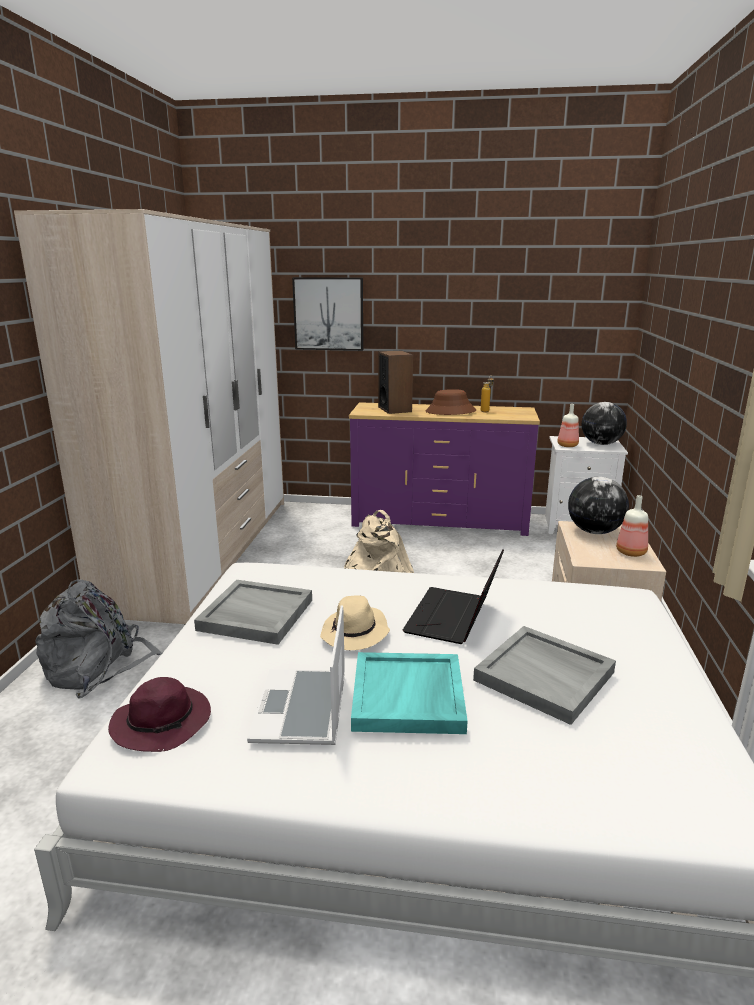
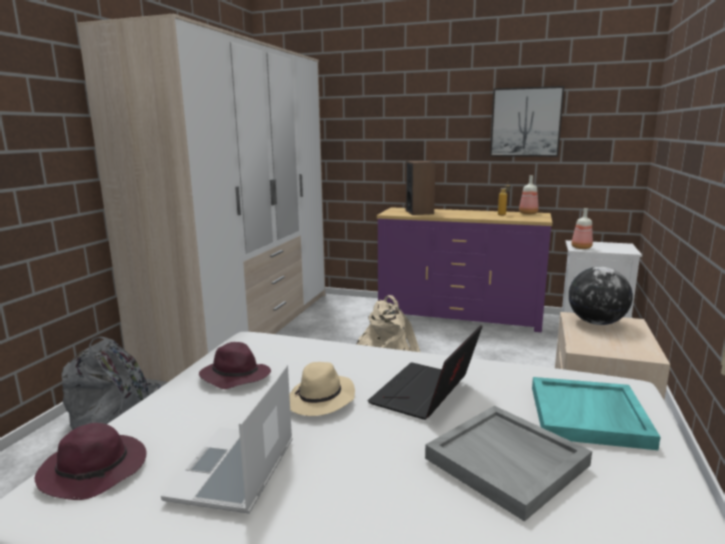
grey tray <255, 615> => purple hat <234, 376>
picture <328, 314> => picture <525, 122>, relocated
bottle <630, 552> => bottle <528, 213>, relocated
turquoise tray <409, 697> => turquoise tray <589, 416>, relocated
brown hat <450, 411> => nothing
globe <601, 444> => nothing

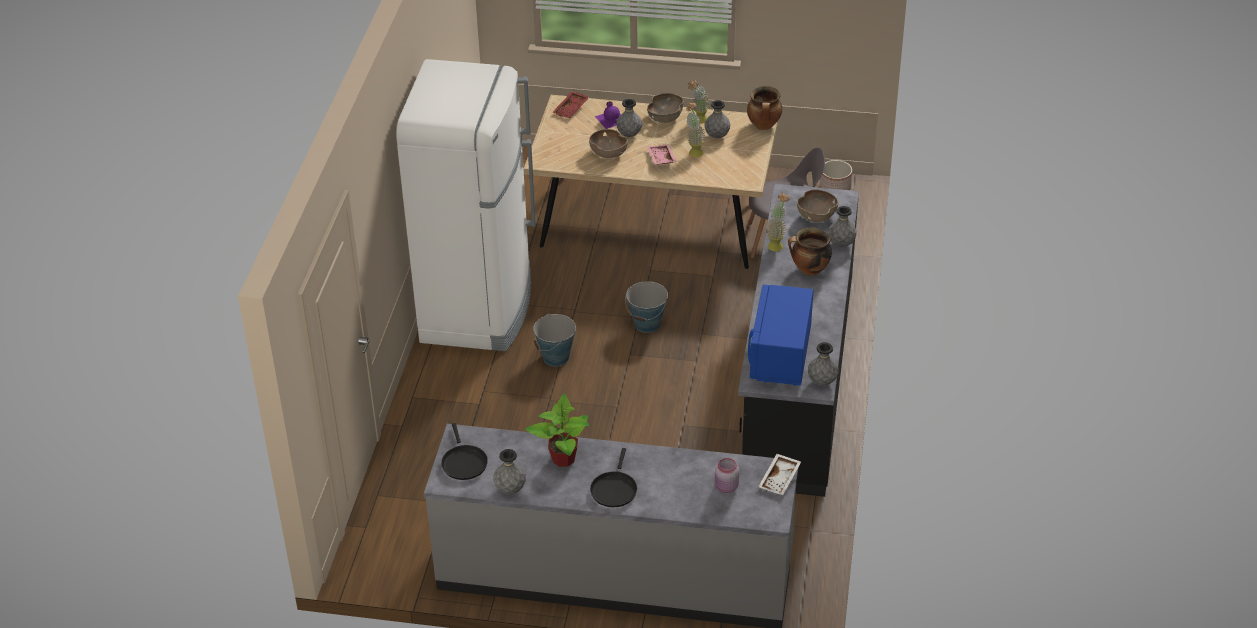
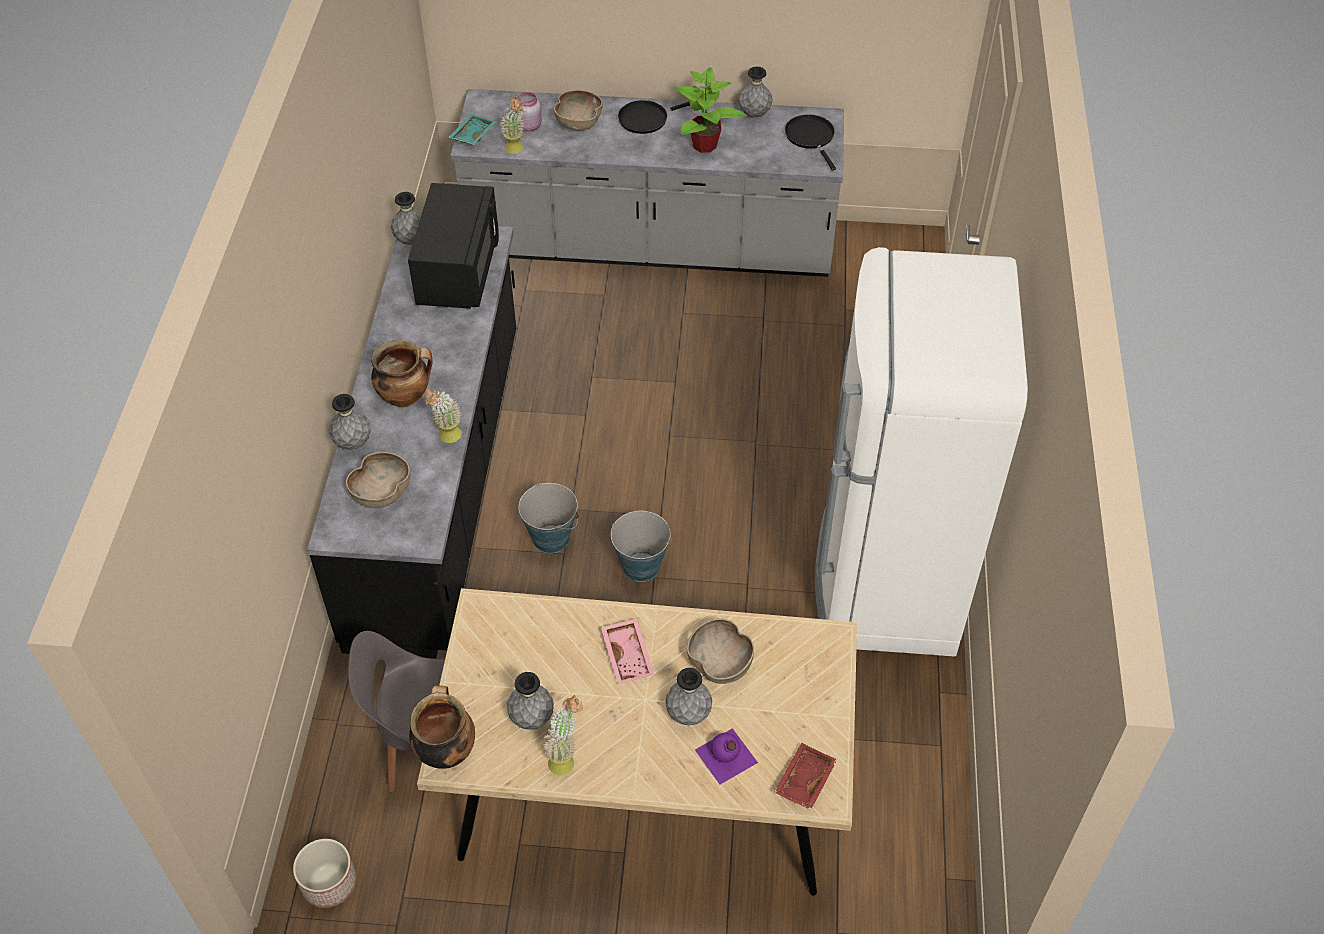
blue microwave <780, 355> => black microwave <458, 271>
white tray <780, 479> => turquoise tray <472, 135>
potted plant <694, 151> => potted plant <516, 150>, relocated
bucket <556, 357> => bucket <551, 538>, relocated
brown bowl <665, 118> => brown bowl <578, 123>, relocated
black frying pan <614, 489> => black frying pan <646, 119>, 120 degrees counterclockwise

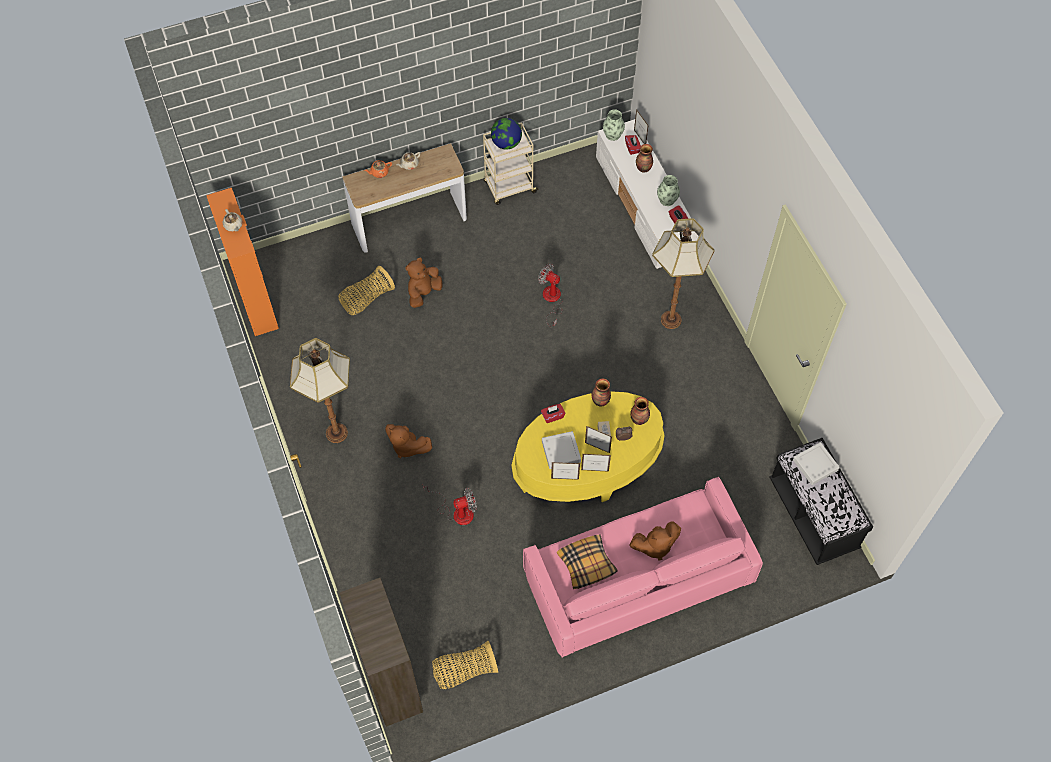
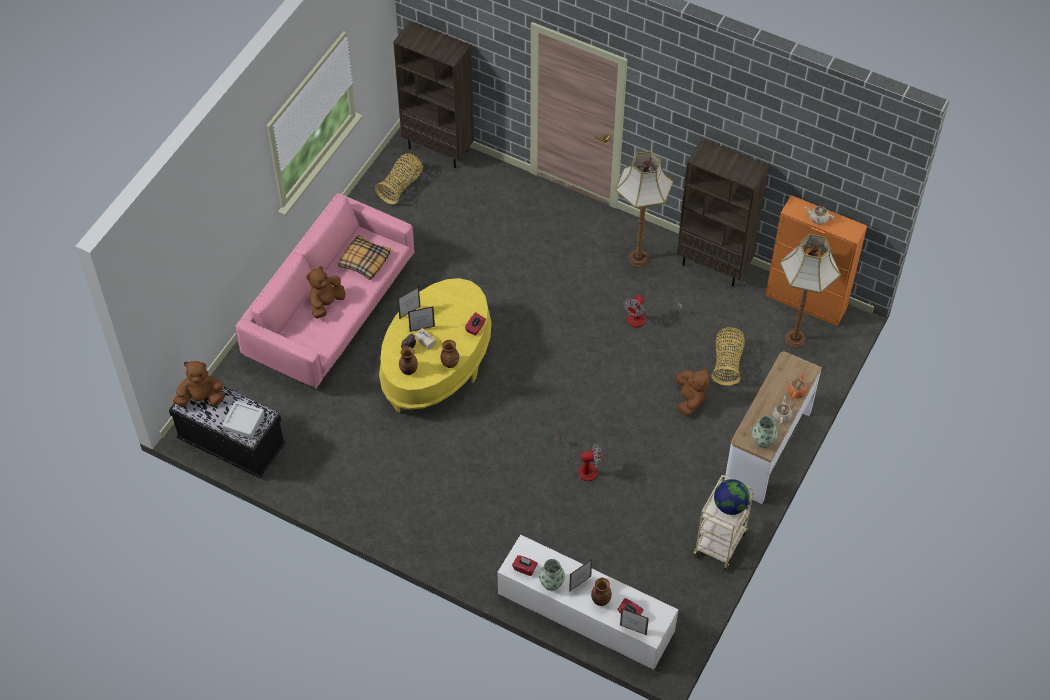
brown plush toy <407, 446> => brown plush toy <201, 398>, relocated
picture frame <565, 479> => picture frame <580, 584>, relocated
fan <457, 511> => fan <643, 319>, relocated
nothing => brown bookcase <714, 265>
vase <613, 134> => vase <763, 441>, relocated
floor lamp <671, 319> => floor lamp <795, 339>, relocated
grey tray <561, 451> => nothing

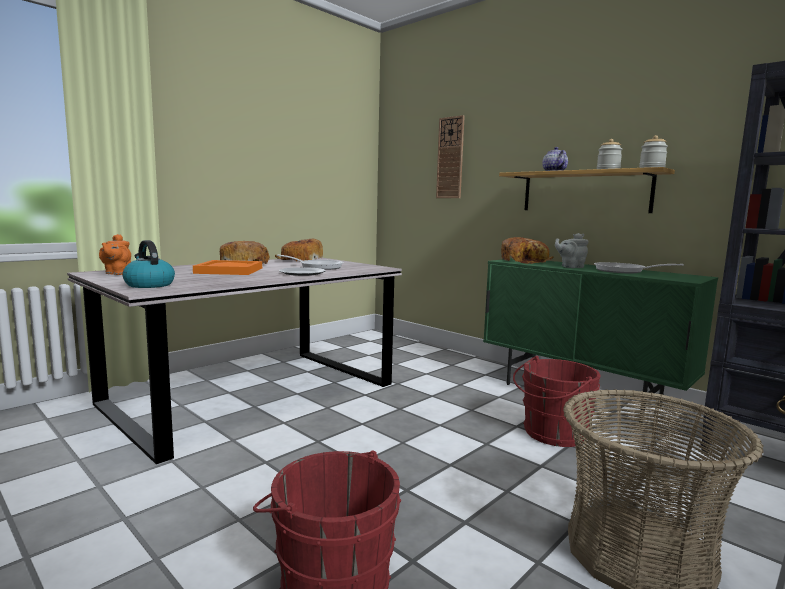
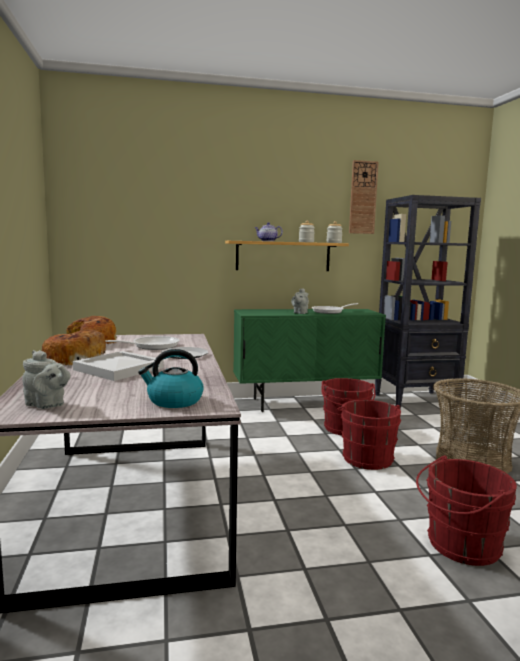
orange teapot <117, 273> => grey teapot <47, 405>
orange tray <230, 271> => white tray <120, 369>
nothing => red bucket <366, 457>
wall clock <450, 158> => wall clock <363, 197>, relocated
bread <525, 261> => nothing

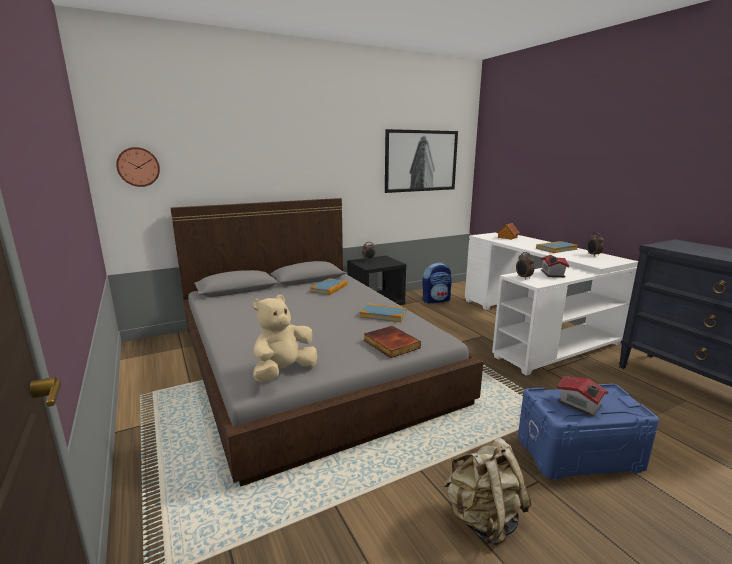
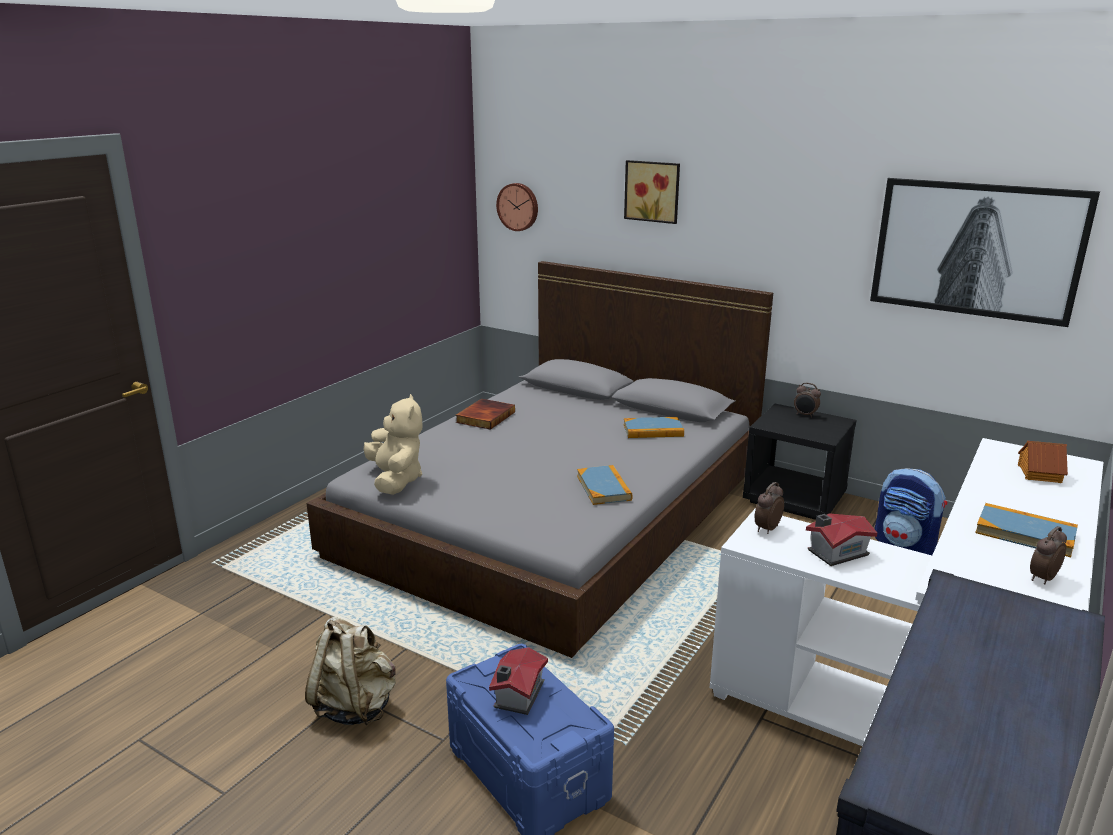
beige plush toy <284, 372> => beige plush toy <396, 480>, 60 degrees clockwise
book <390, 344> => book <485, 417>, relocated
nothing => picture <653, 191>

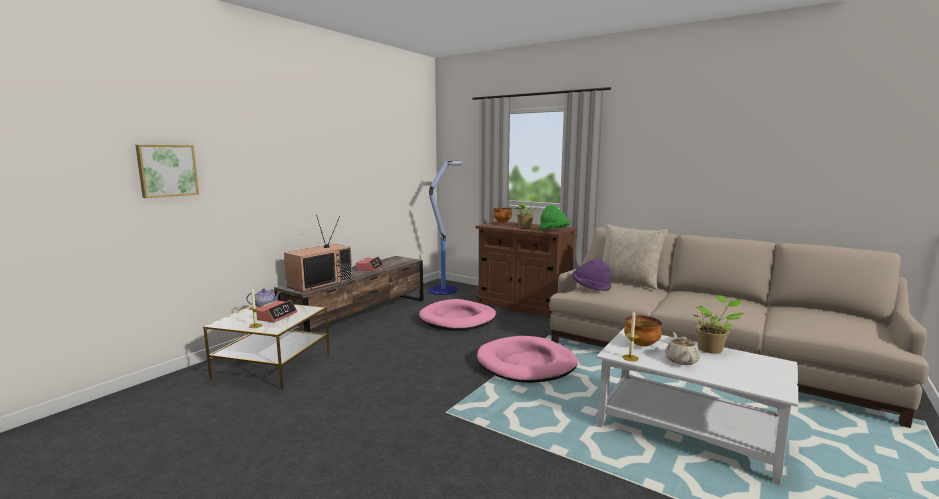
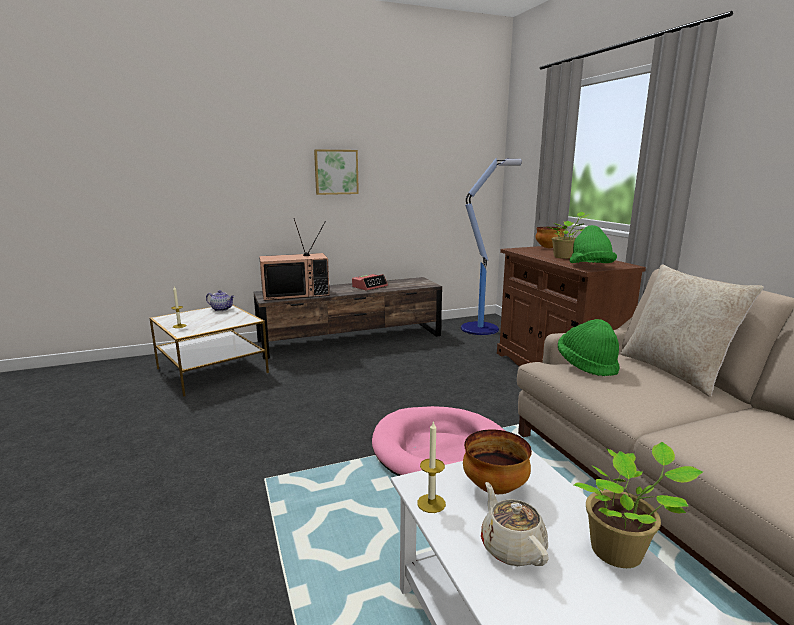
picture <167, 170> => picture <336, 172>, relocated
beige teapot <681, 360> => beige teapot <512, 547>, 60 degrees counterclockwise
purple hat <590, 287> => green hat <587, 365>
alarm clock <275, 316> => nothing
pink dog bed <458, 319> => nothing

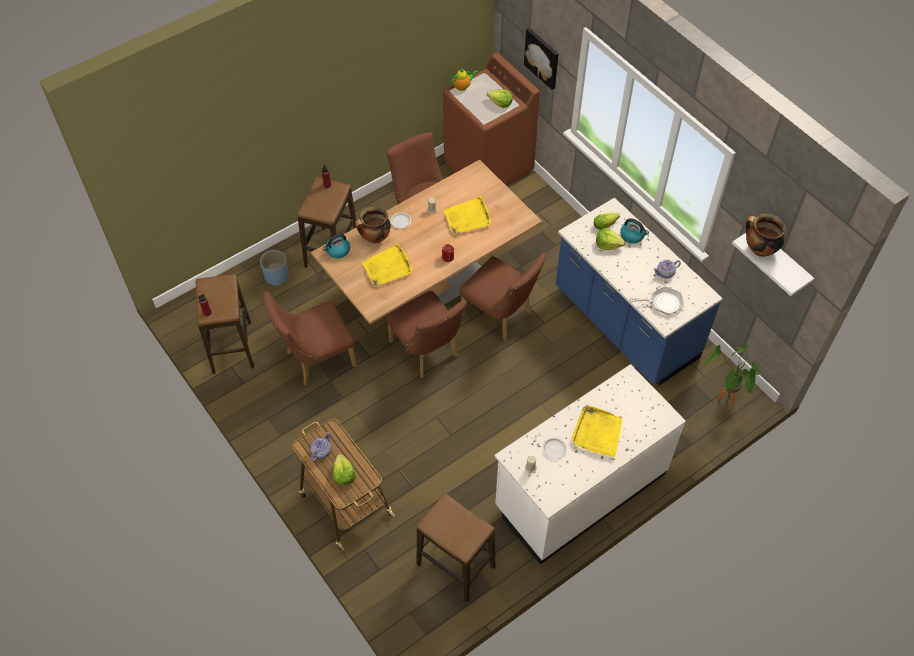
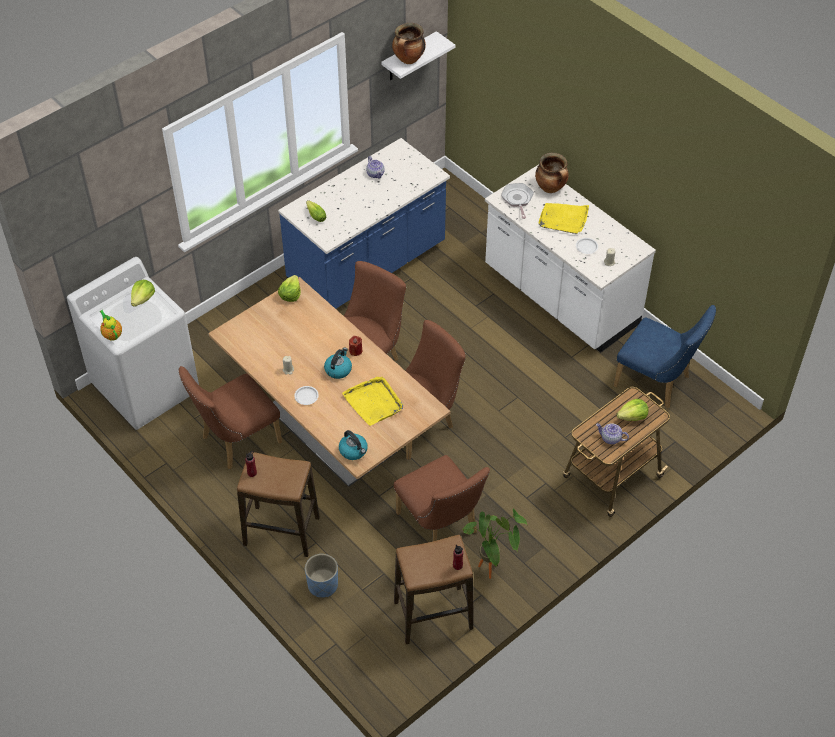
brown washing machine <488, 167> => white washing machine <146, 387>
lettuce <608, 244> => lettuce <290, 294>, relocated
kettle <632, 236> => kettle <338, 369>, relocated
potted plant <724, 401> => potted plant <492, 572>, relocated
frying pan <663, 303> => frying pan <517, 199>, relocated
cooking pot <374, 238> => cooking pot <551, 188>, relocated
stool <455, 566> => blue chair <657, 383>
yellow tray <468, 217> => nothing
picture <542, 58> => nothing

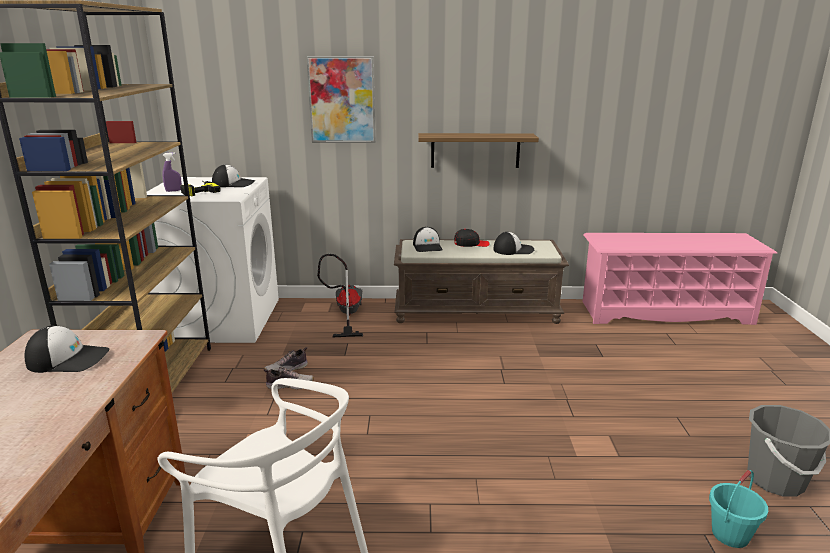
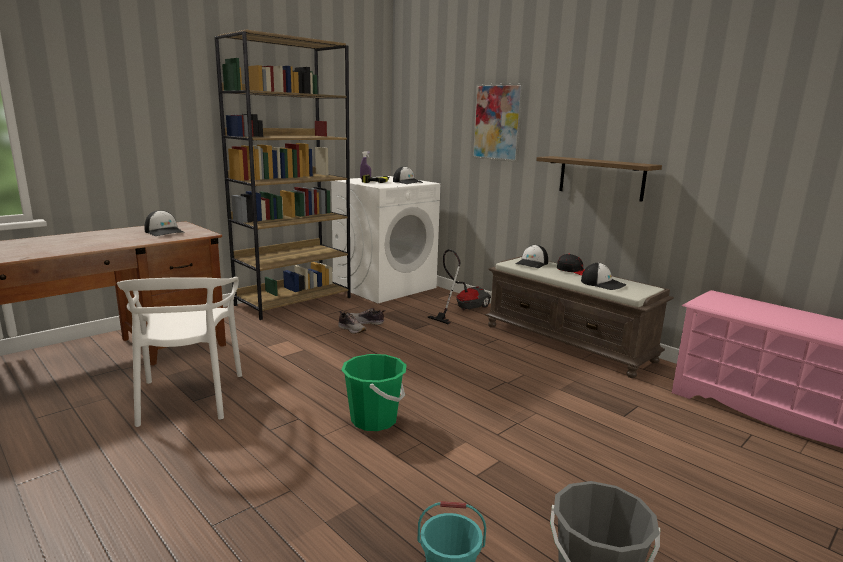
nothing => green bucket <374, 420>

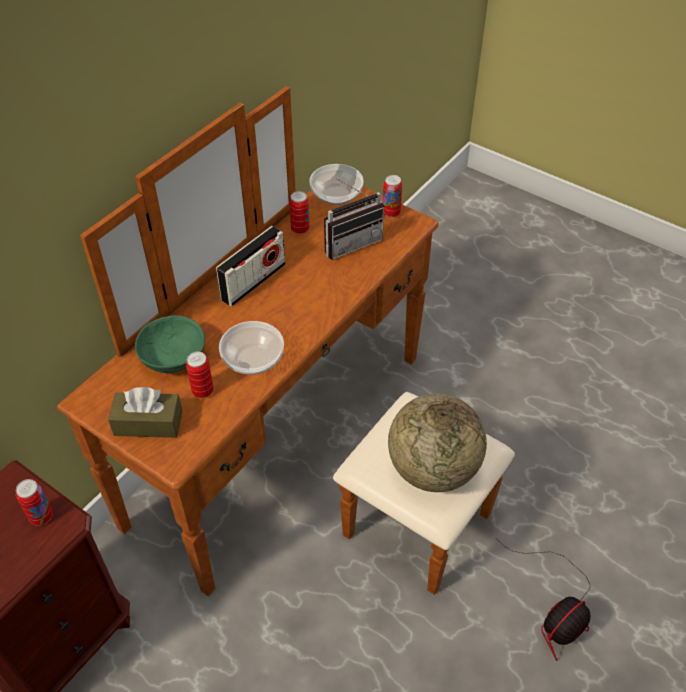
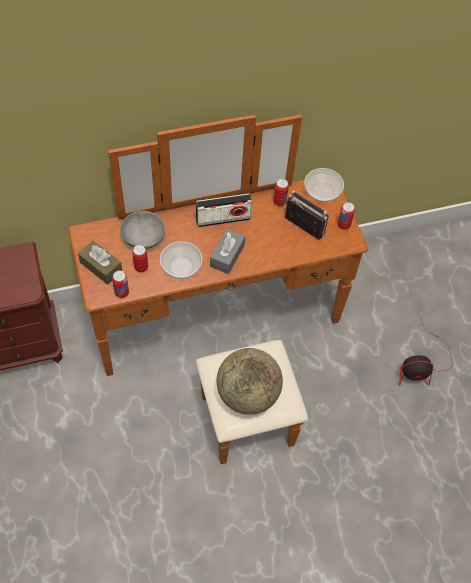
can <41, 516> => can <122, 293>, relocated
green bowl <172, 357> => grey bowl <143, 237>
nothing => grey tissue box <227, 255>
radio <350, 242> => radio <300, 229>, 150 degrees counterclockwise
fan <557, 610> => fan <421, 366>, relocated

